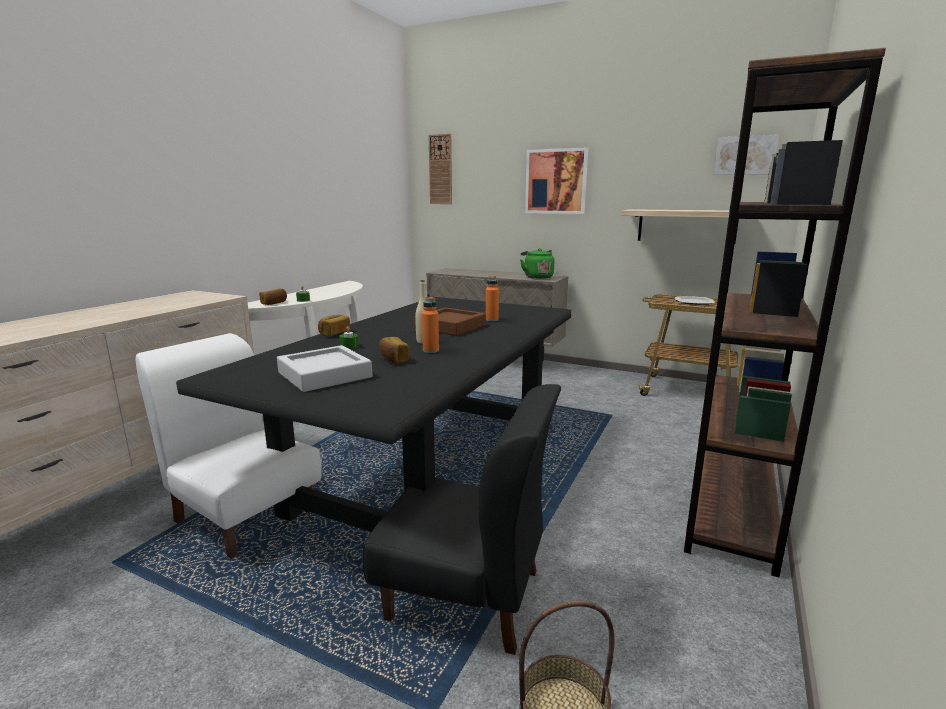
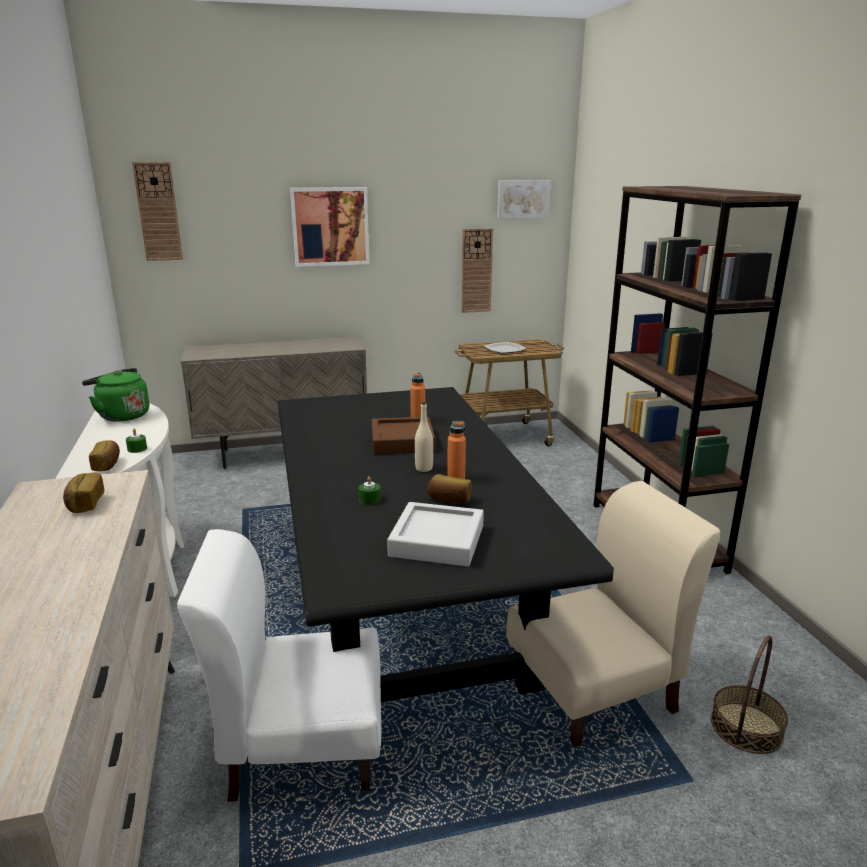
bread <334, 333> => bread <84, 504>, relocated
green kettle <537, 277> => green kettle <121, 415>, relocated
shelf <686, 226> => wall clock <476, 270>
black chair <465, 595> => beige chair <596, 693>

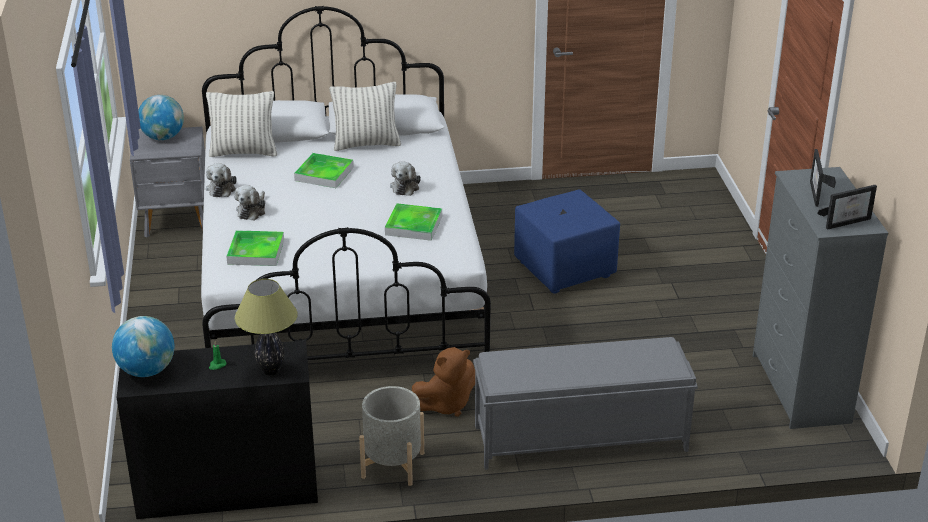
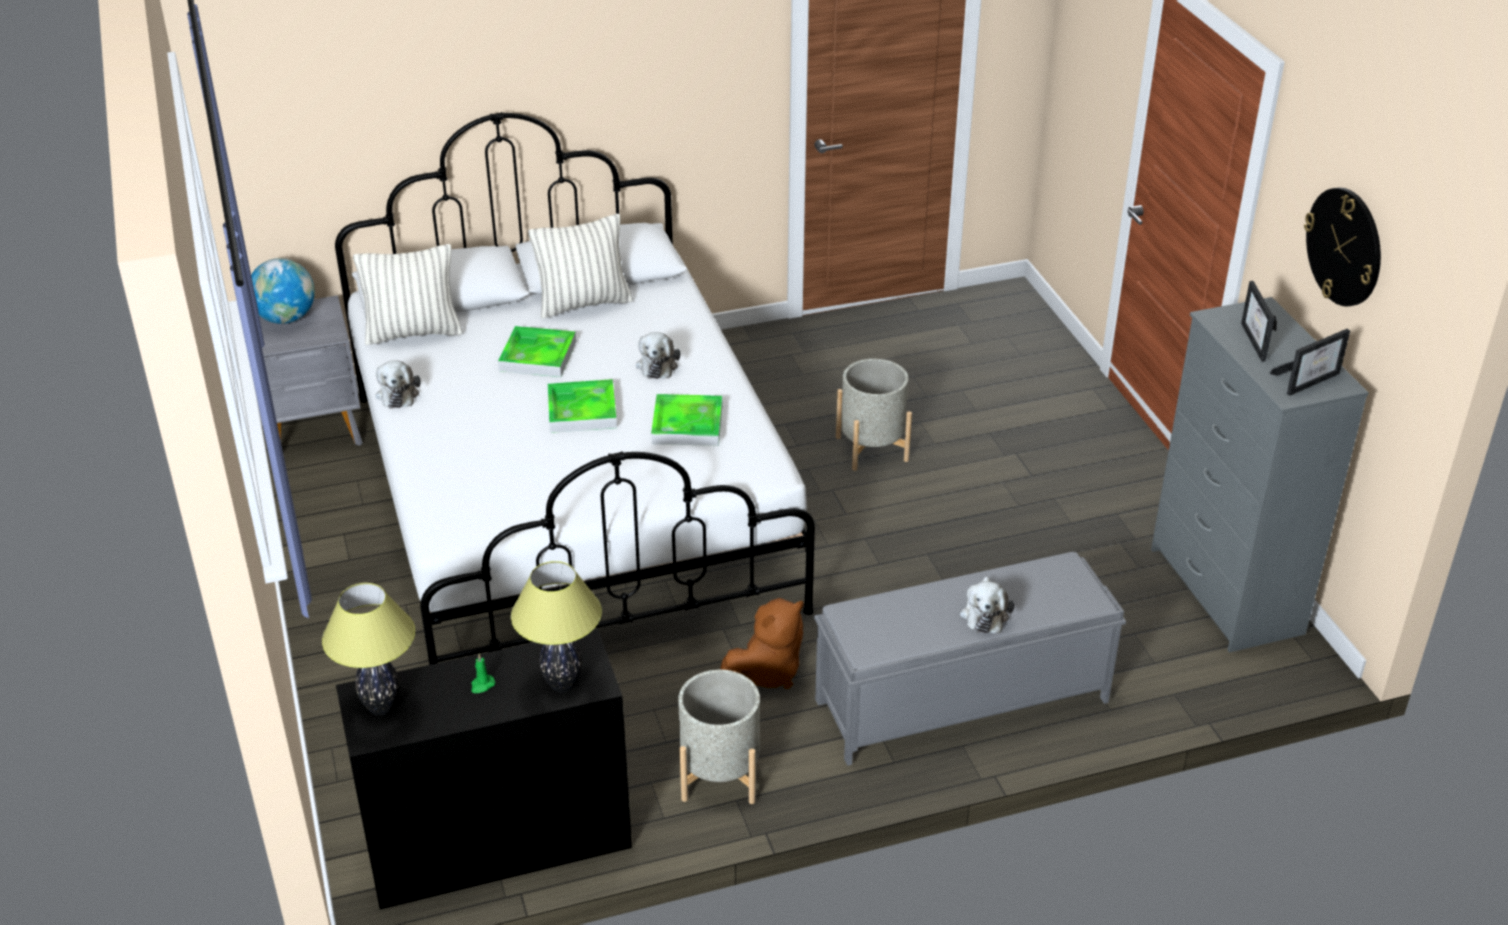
globe <146, 370> => table lamp <381, 707>
tray <256, 252> => tray <582, 411>, relocated
blue ottoman <566, 269> => grey planter <872, 448>
plush toy <252, 210> => plush toy <984, 614>, relocated
nothing => wall clock <1344, 246>

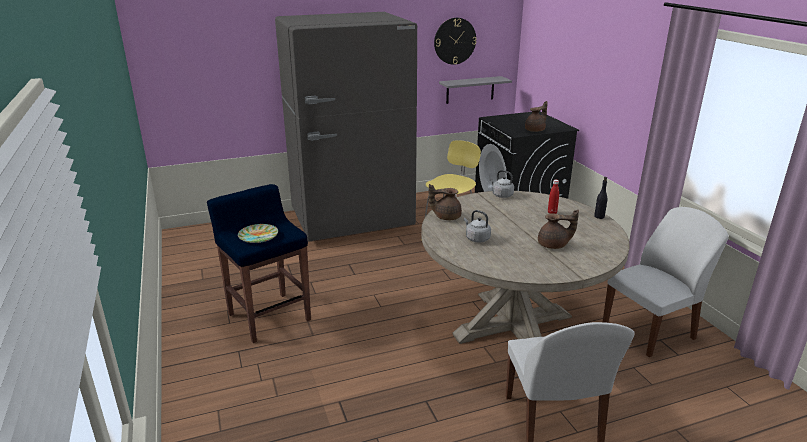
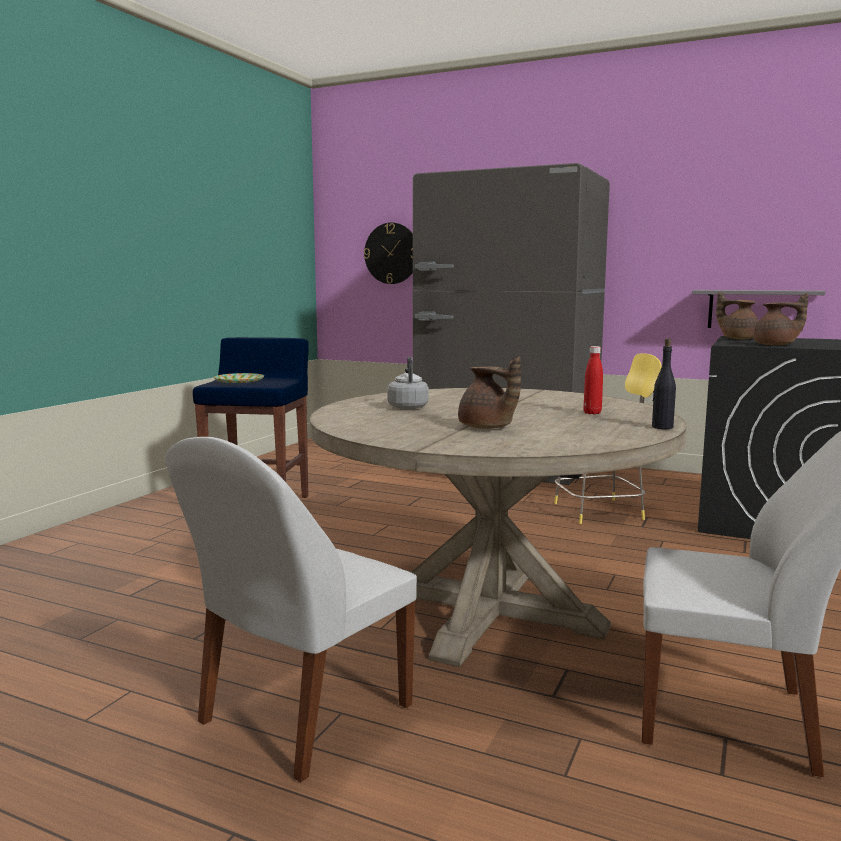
wall clock <454, 41> => wall clock <391, 253>, relocated
brown teapot <446, 217> => brown teapot <738, 339>, relocated
grey kettle <501, 195> => nothing

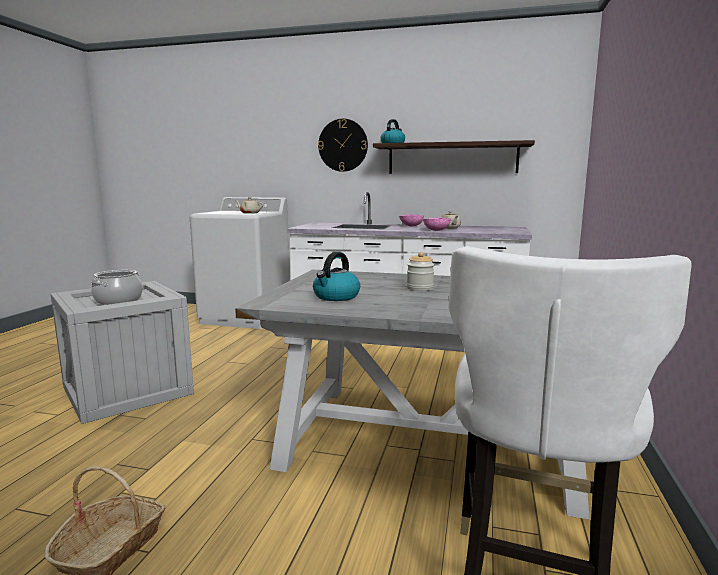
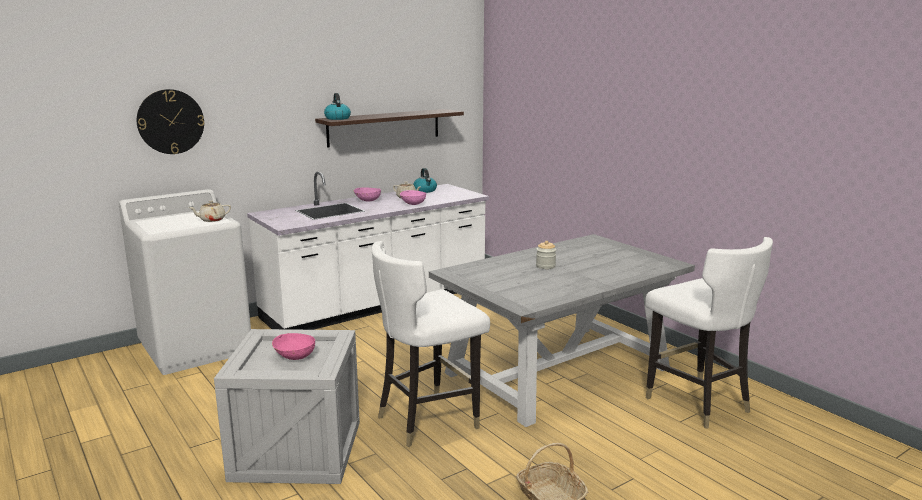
wall clock <343, 145> => wall clock <170, 121>, relocated
cooking pot <118, 300> => pink bowl <294, 357>
nothing => white chair <428, 419>
kettle <336, 297> => kettle <425, 190>, relocated

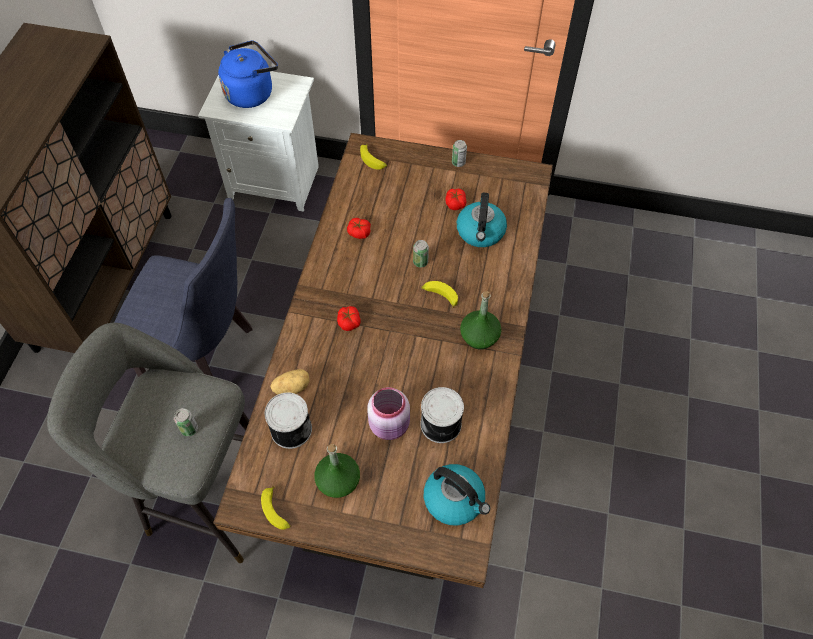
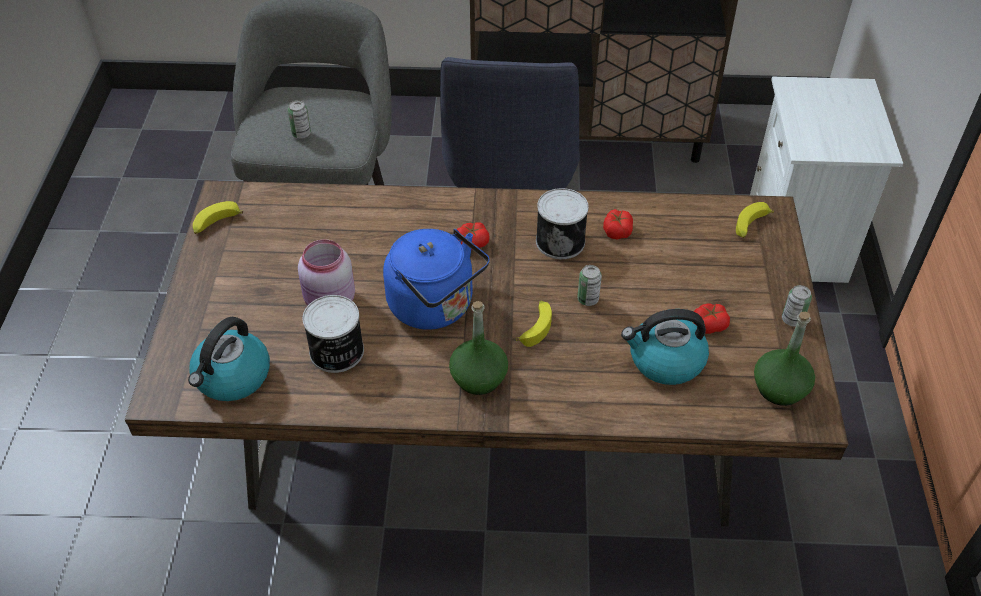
blue kettle <251, 93> => blue kettle <435, 307>, relocated
can <290, 428> => can <560, 240>, relocated
green bottle <338, 481> => green bottle <779, 388>, relocated
potato <291, 387> => nothing

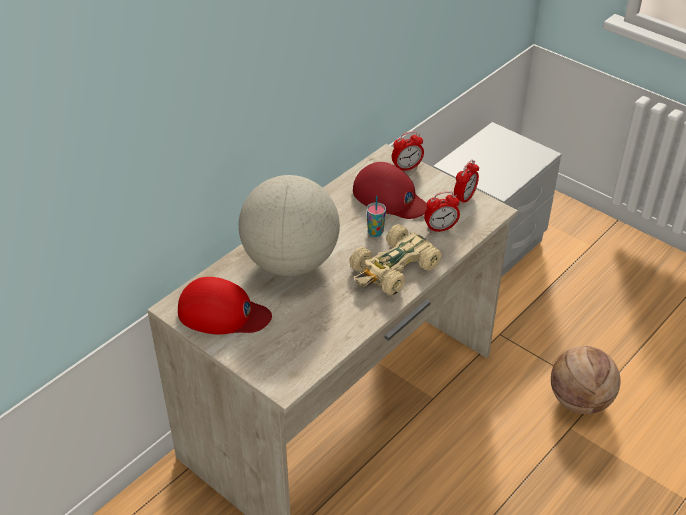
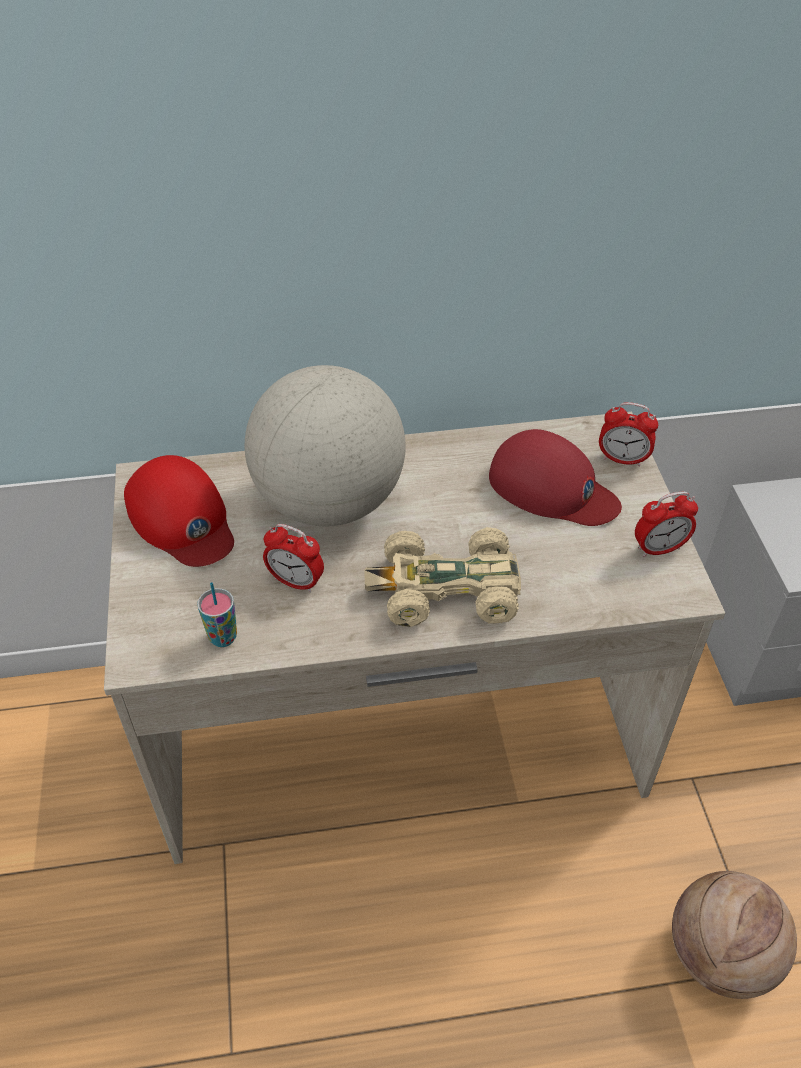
cup <375, 232> => cup <223, 637>, relocated
alarm clock <440, 228> => alarm clock <296, 582>, relocated
red cap <389, 197> => red cap <552, 488>, 45 degrees counterclockwise

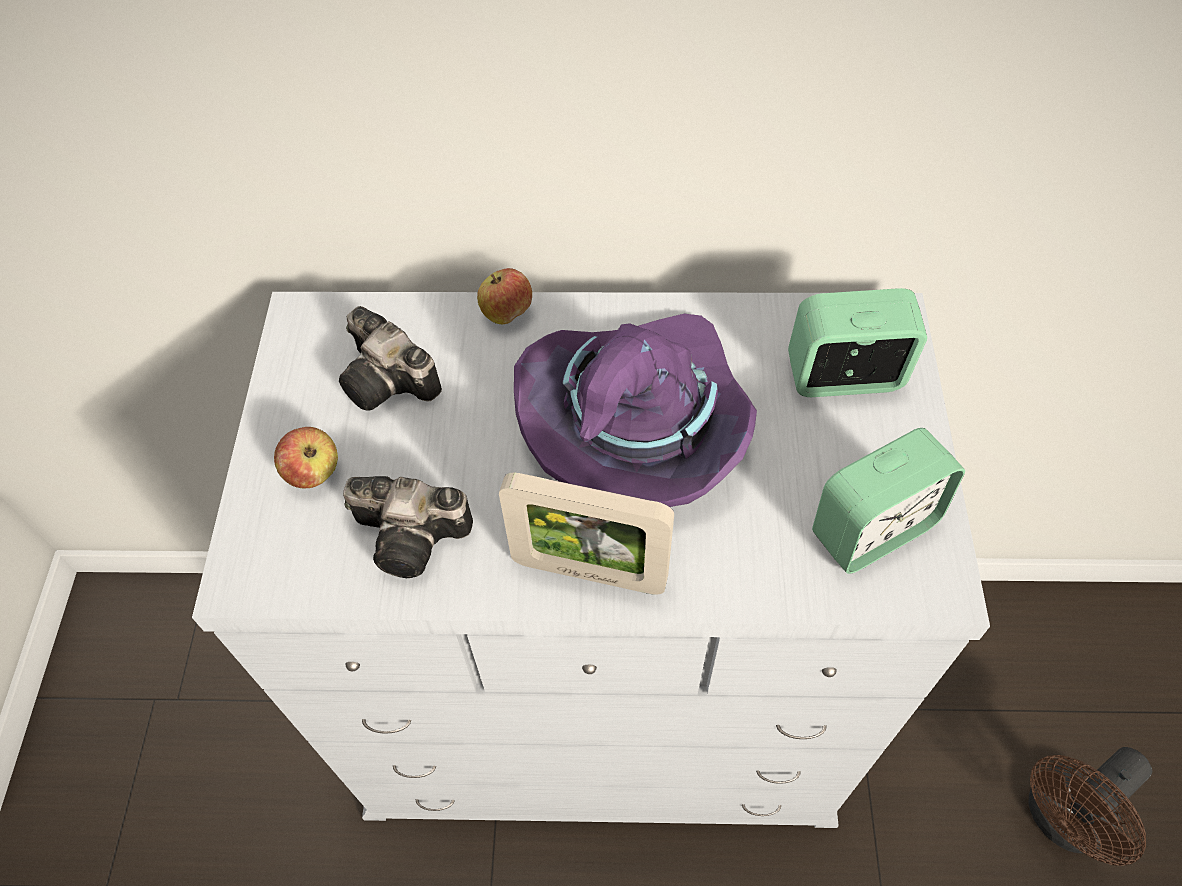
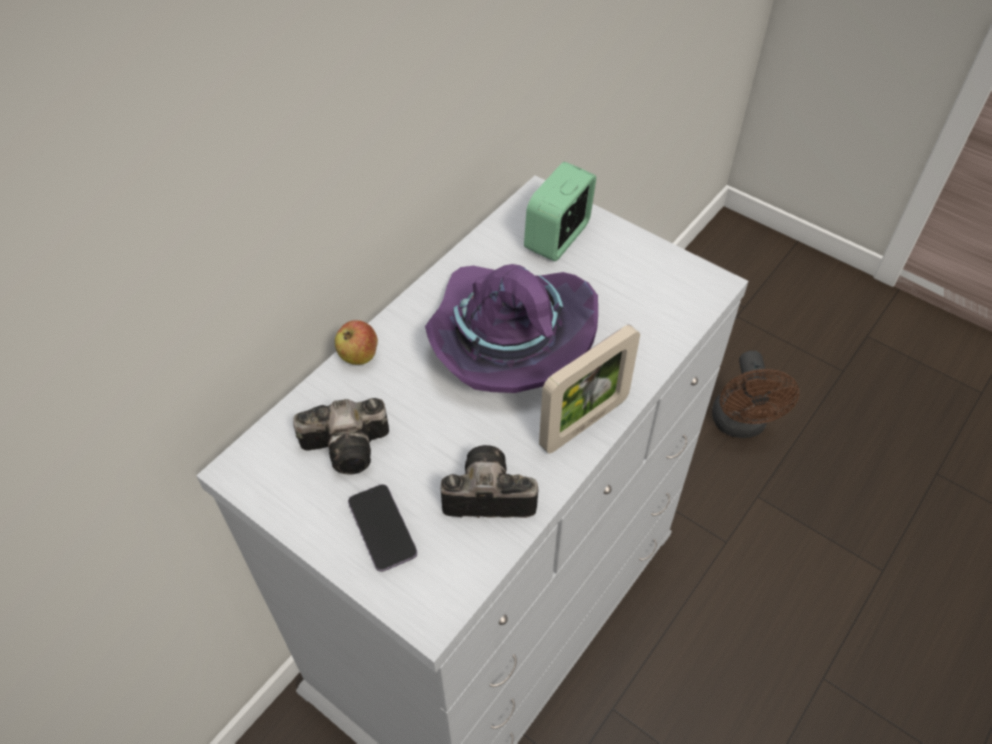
apple <313, 472> => phone <382, 528>
photo camera <416, 536> => photo camera <484, 496>, 135 degrees counterclockwise
alarm clock <873, 529> => nothing

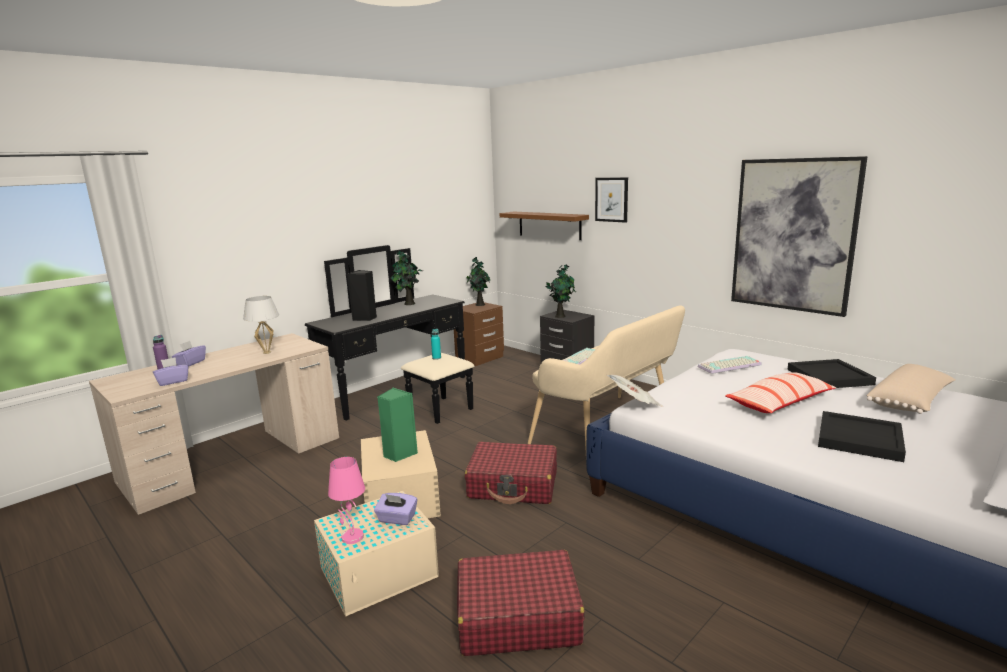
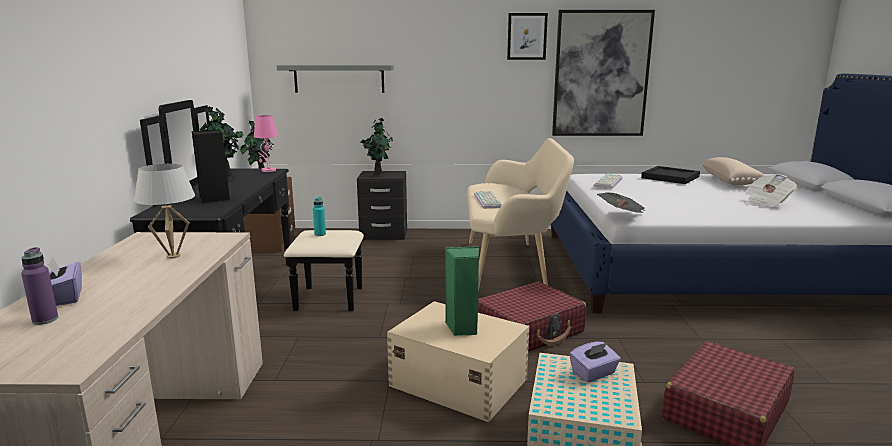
pink table lamp <351, 537> => pink table lamp <268, 170>, relocated
brown shelf <549, 225> => grey shelf <339, 78>
picture <611, 199> => picture <527, 36>, relocated
black tray <858, 439> => newspaper <766, 203>
purple tissue box <173, 381> => nothing
pillow <779, 403> => nothing

